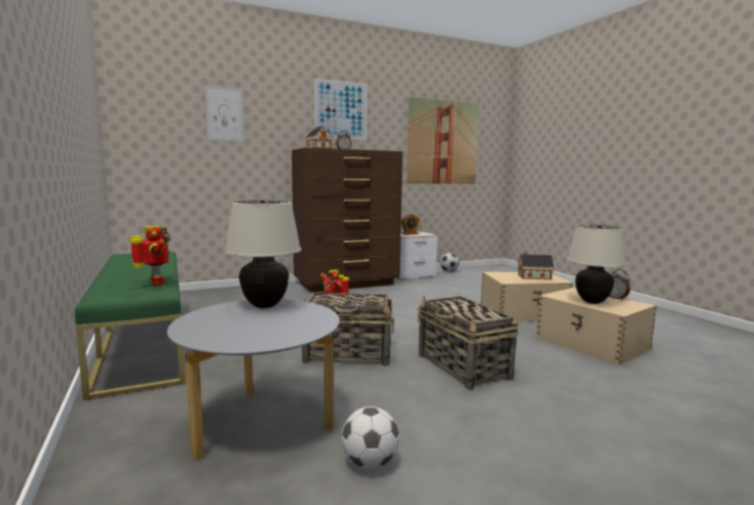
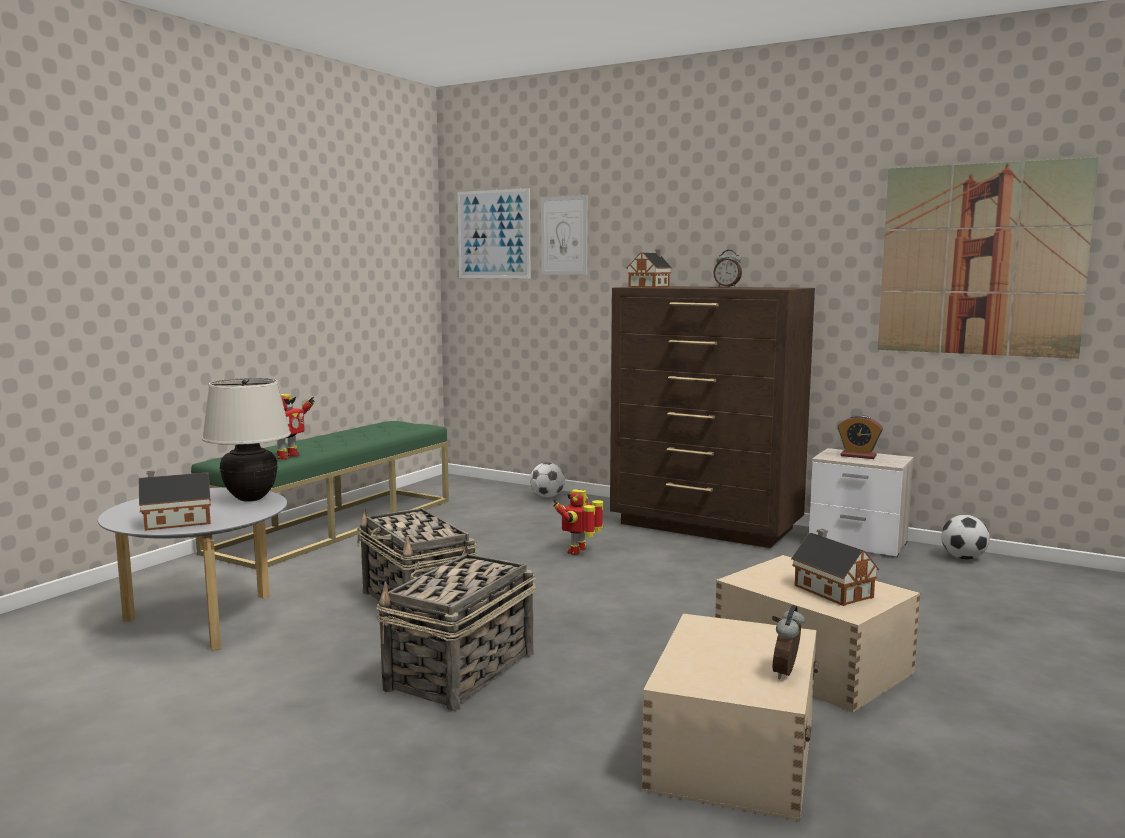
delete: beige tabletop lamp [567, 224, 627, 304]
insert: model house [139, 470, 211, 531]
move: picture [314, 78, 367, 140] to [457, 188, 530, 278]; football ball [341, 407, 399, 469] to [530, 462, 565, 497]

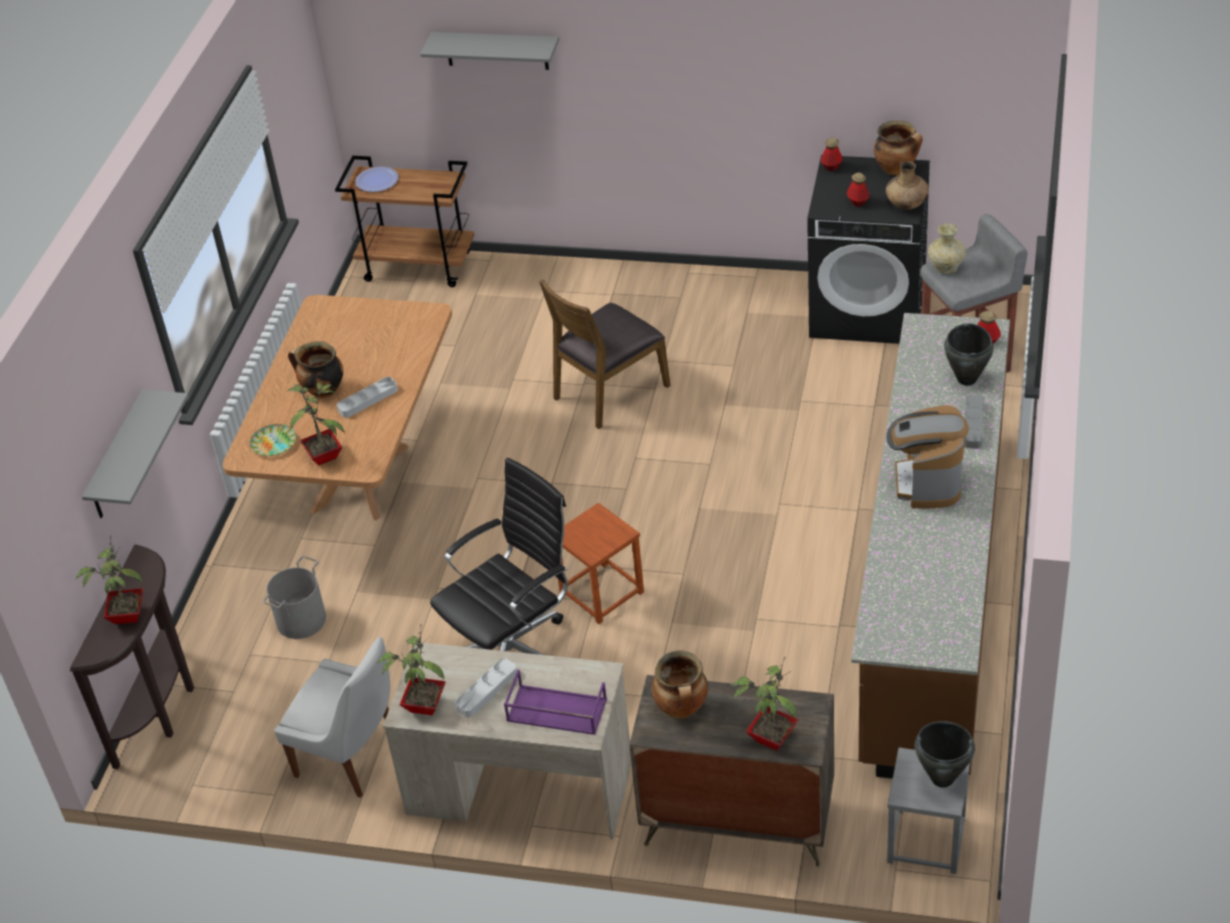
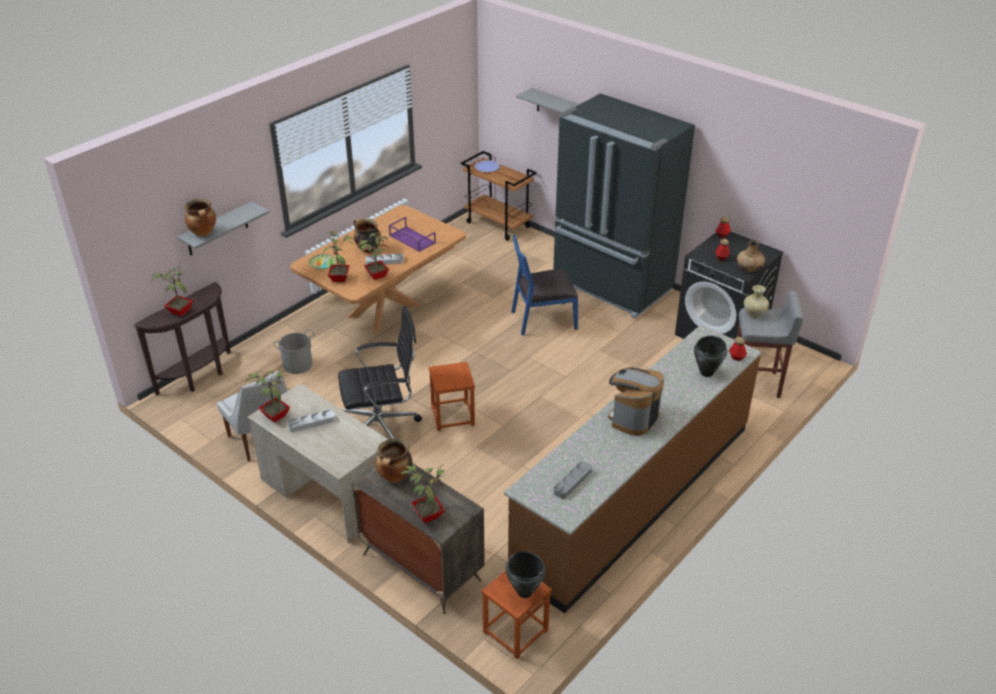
insert: blackish refrigerator [553, 93, 695, 318]; potted plant [357, 229, 390, 280]
move: cooking pot [874, 120, 923, 175] to [185, 198, 216, 236]; greyish serving tray [965, 395, 985, 449] to [554, 462, 592, 499]; purple serving tray [504, 670, 607, 735] to [389, 217, 436, 252]
recolor: brown chair [539, 279, 670, 429] to blue-coloured chair [511, 235, 578, 335]; greyish sitting stool [887, 747, 970, 874] to brown sitting stool [481, 571, 552, 659]

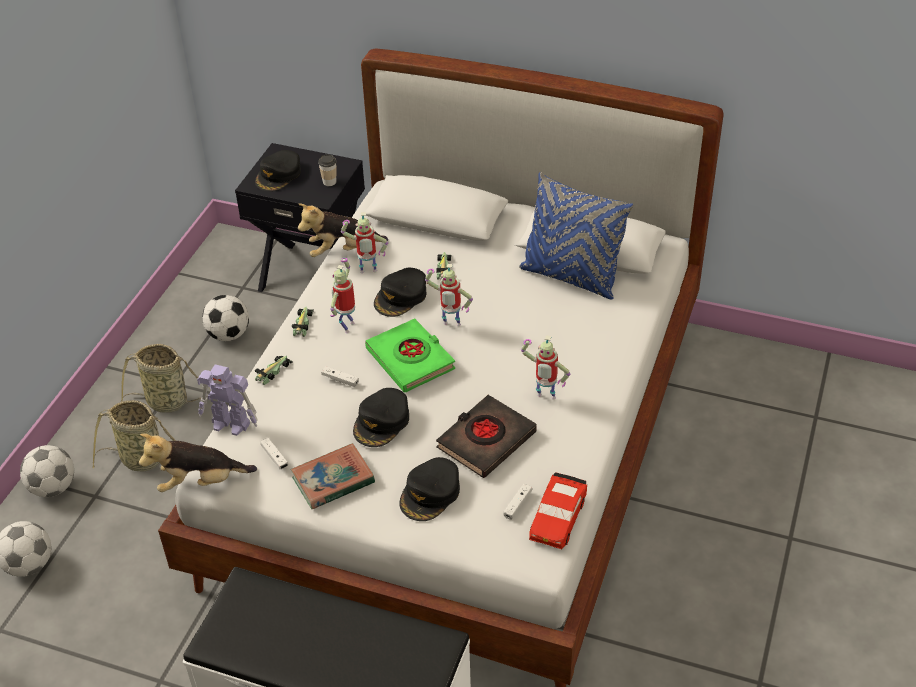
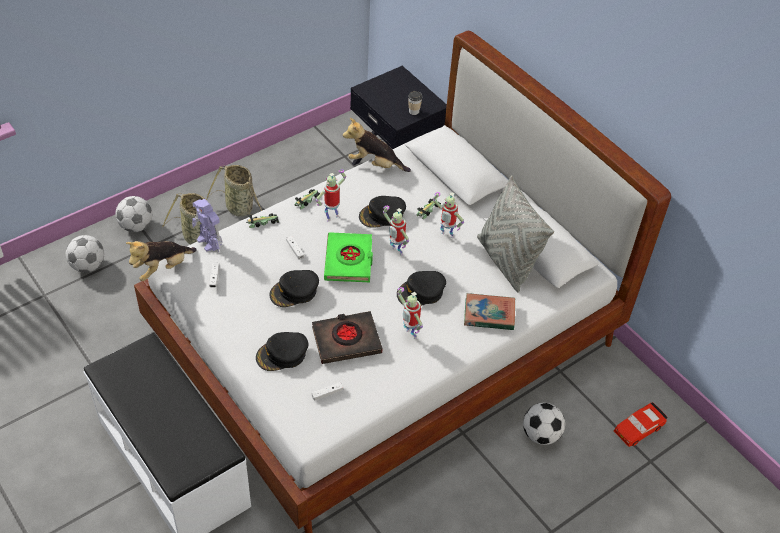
move: blackish peaked cap [255, 150, 301, 192] to [397, 271, 446, 306]; robot figure [341, 212, 388, 273] to [433, 192, 464, 238]; football ball [202, 295, 249, 341] to [523, 403, 565, 445]; book [291, 443, 375, 509] to [464, 293, 515, 330]; red miniature car [529, 472, 587, 549] to [614, 402, 668, 447]
recolor: blue-coloured throw pillow [519, 172, 634, 300] to greyish throw pillow [477, 175, 554, 293]
rotate: soft toy [139, 433, 257, 492] = [126, 241, 197, 281] 60 degrees counterclockwise

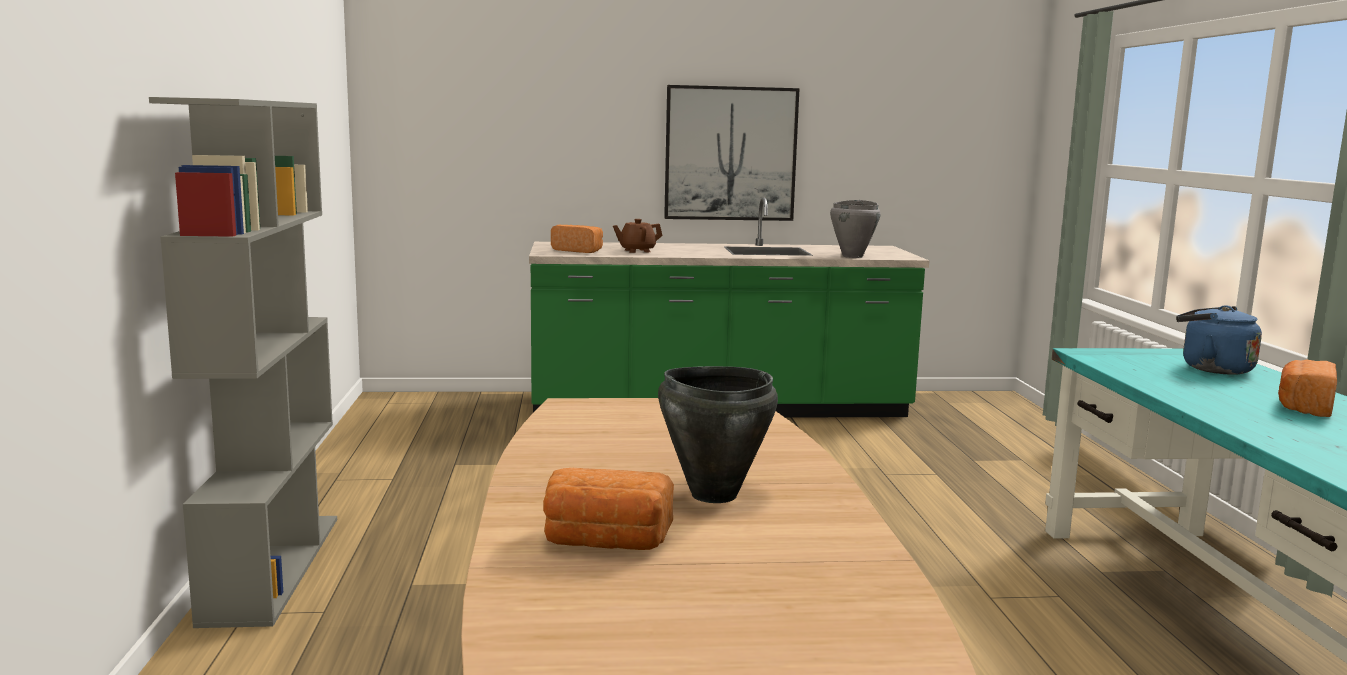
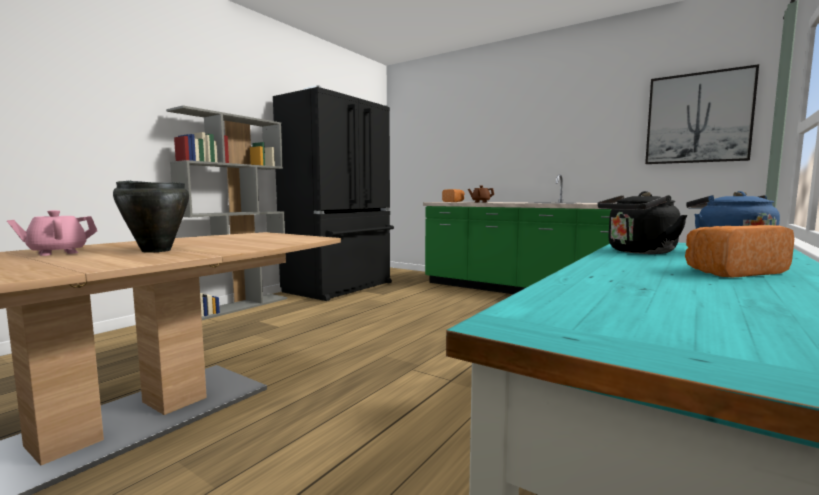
delete: greyish cooking pot [830, 200, 881, 258]
insert: blackish refrigerator [273, 85, 394, 301]; blackish water kettle [597, 191, 688, 254]
move: picture [664, 85, 800, 221] to [645, 64, 759, 164]
replace: baked bread [543, 468, 674, 550] to pinkish tea pot [7, 210, 97, 256]

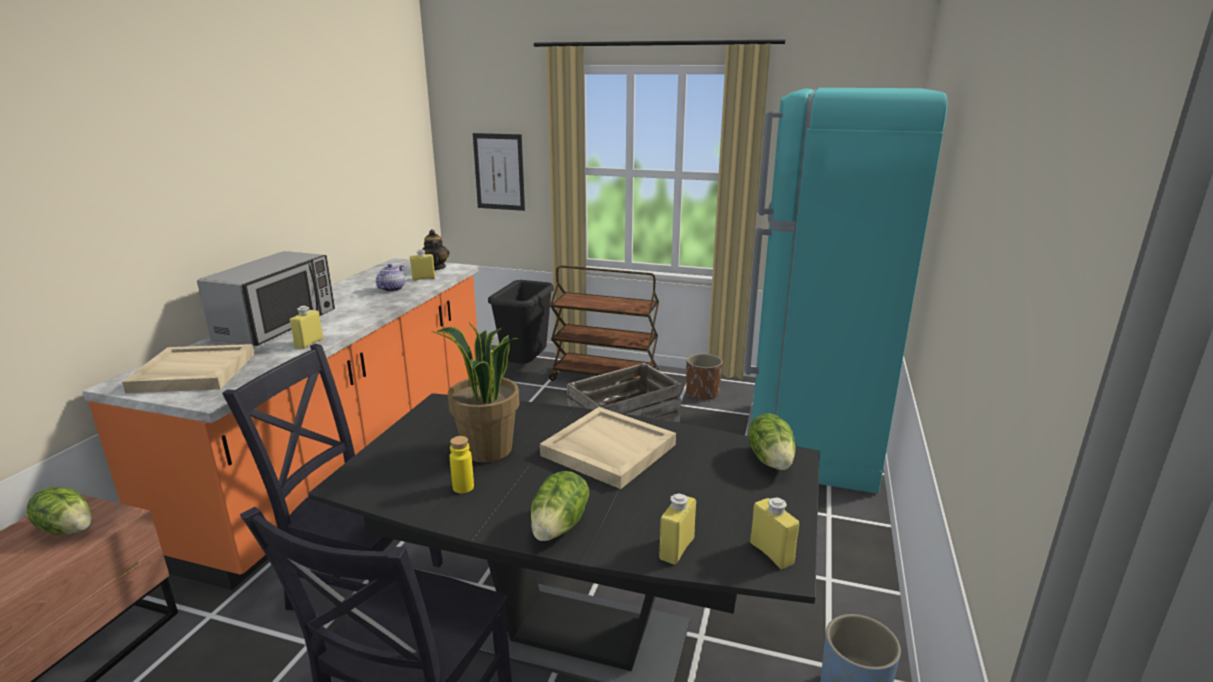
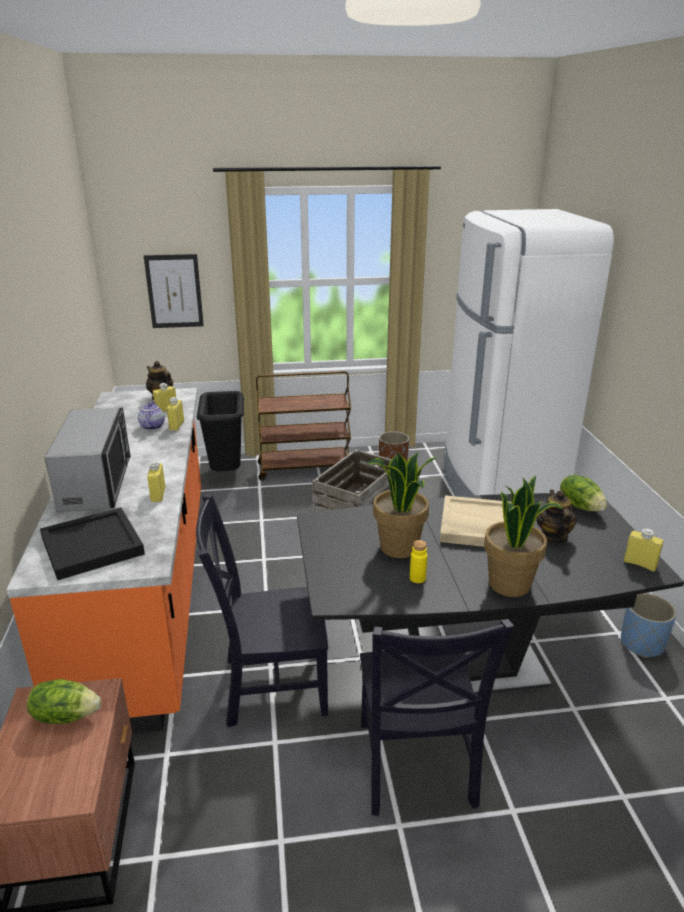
insert: tea pot [536, 490, 577, 543]
move: yellowish beverage bottle [659, 494, 696, 564] to [167, 397, 184, 431]
replace: head of lettuce [531, 471, 589, 541] to potted plant [484, 476, 563, 597]
recolor: turquoise-coloured refrigerator [744, 88, 947, 493] to white-coloured refrigerator [444, 209, 614, 497]; beige serving tray [122, 344, 255, 393] to blackish serving tray [40, 507, 145, 580]

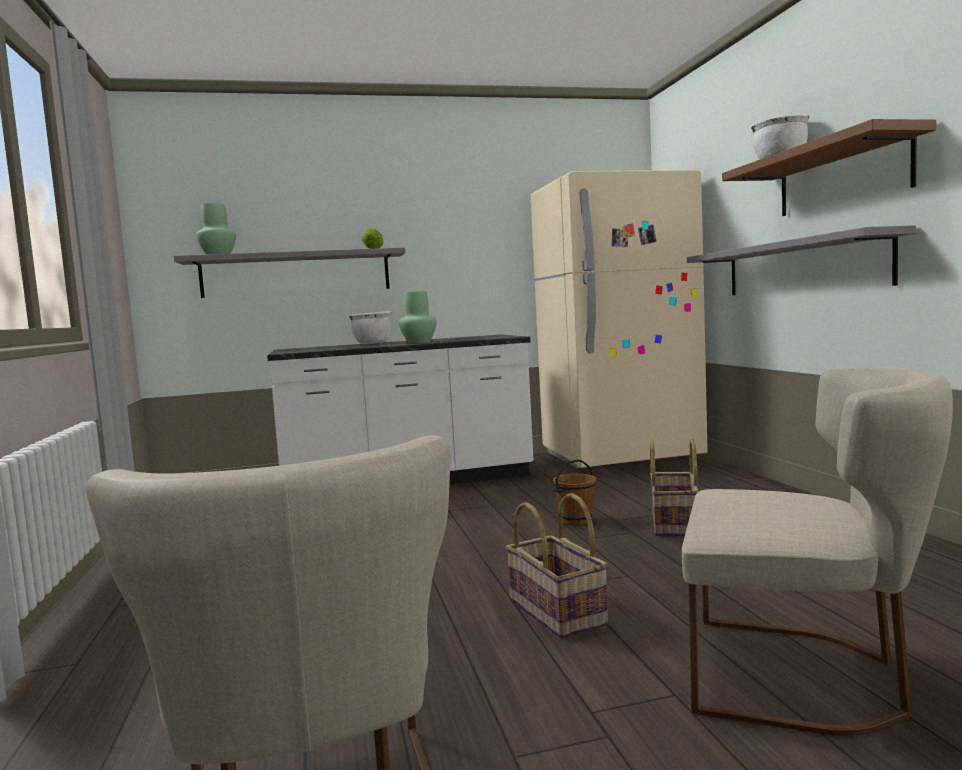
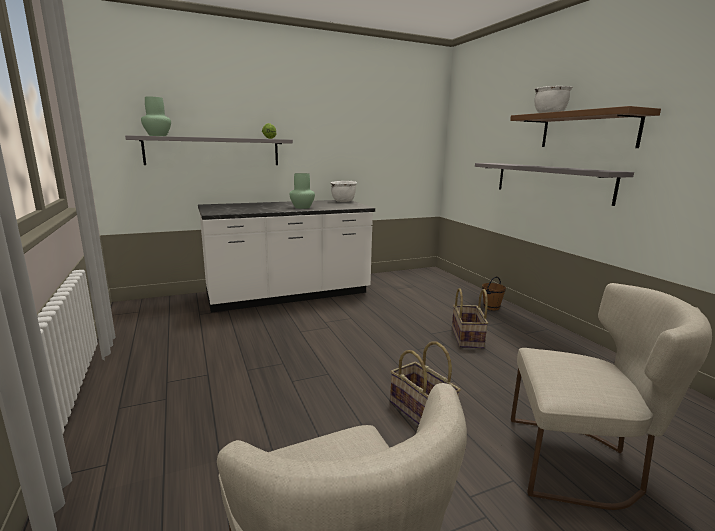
delete: beige refrigerator [531, 170, 708, 468]
move: white-coloured cooking pot [349, 311, 391, 344] to [331, 181, 357, 202]; brown water bucket [553, 459, 597, 525] to [482, 276, 506, 311]

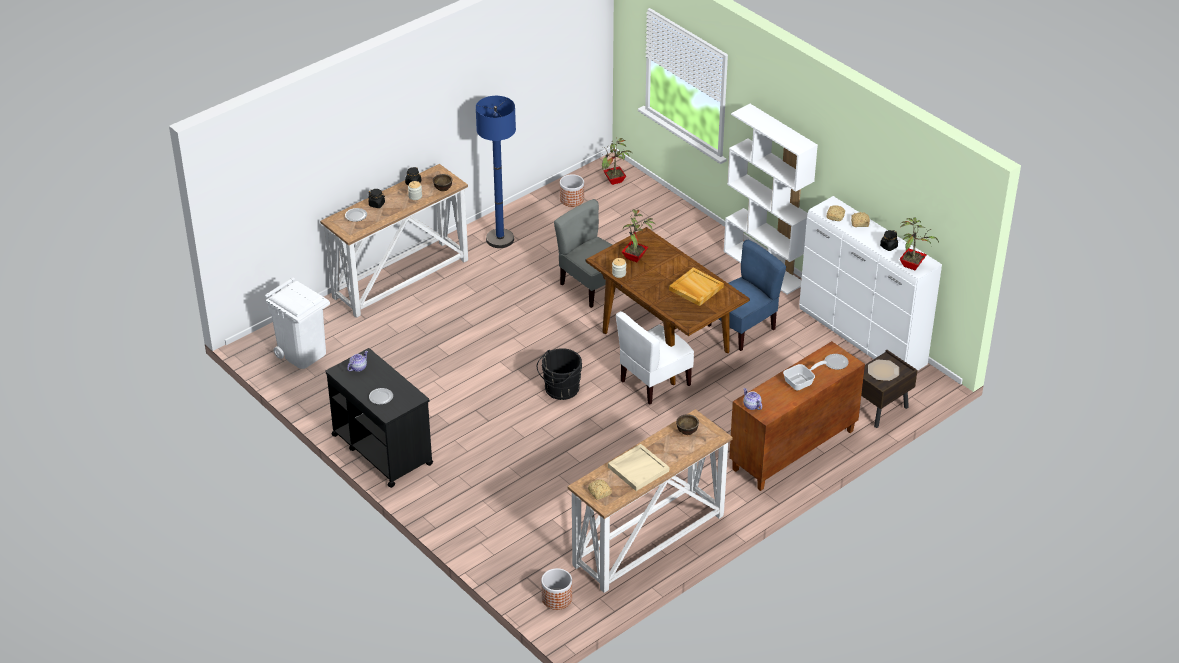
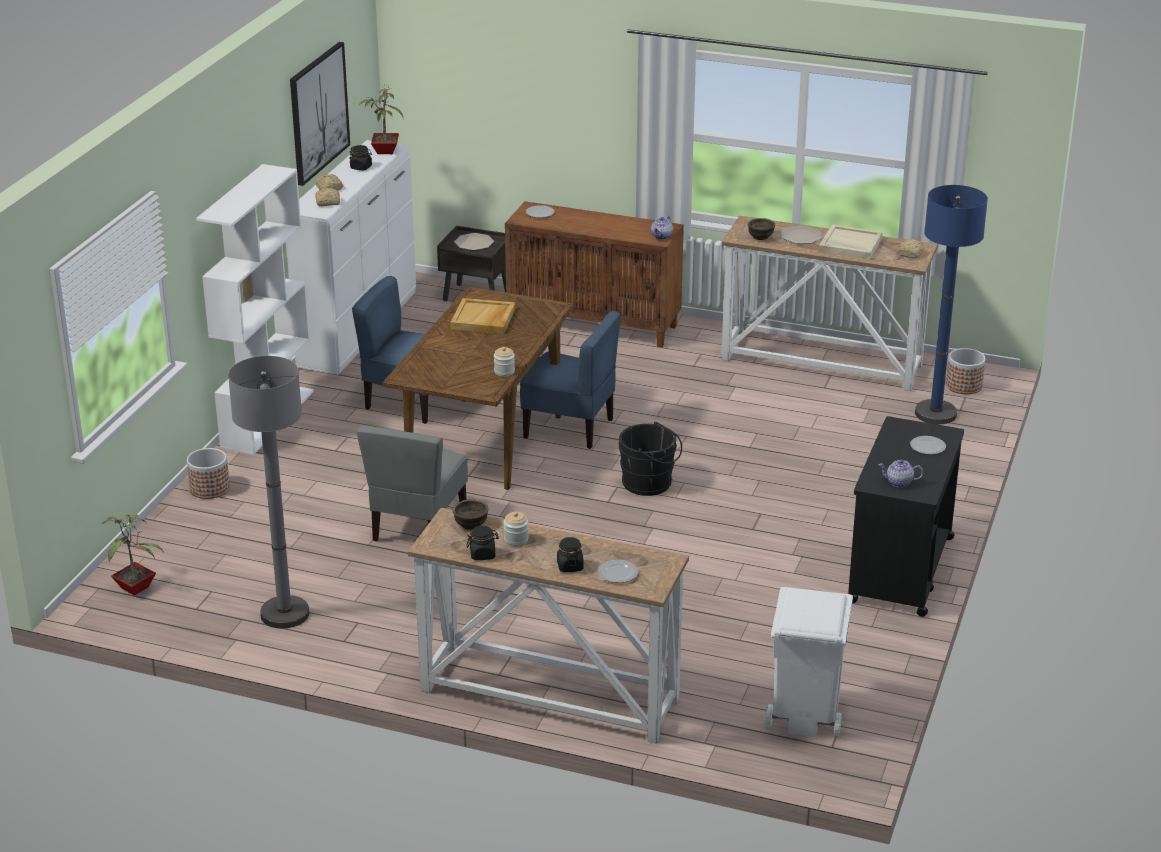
delete: potted plant [622, 209, 656, 262]; pan [783, 361, 827, 390]
insert: picture [290, 42, 350, 186]; dinner plate [781, 226, 822, 244]; greyish standard lamp [228, 356, 309, 629]
move: blue-coloured standard lamp [476, 96, 516, 248] to [915, 185, 988, 424]; planter [560, 174, 584, 207] to [187, 448, 230, 499]
recolor: white-coloured chair [616, 311, 694, 405] to blue-coloured chair [520, 311, 621, 449]

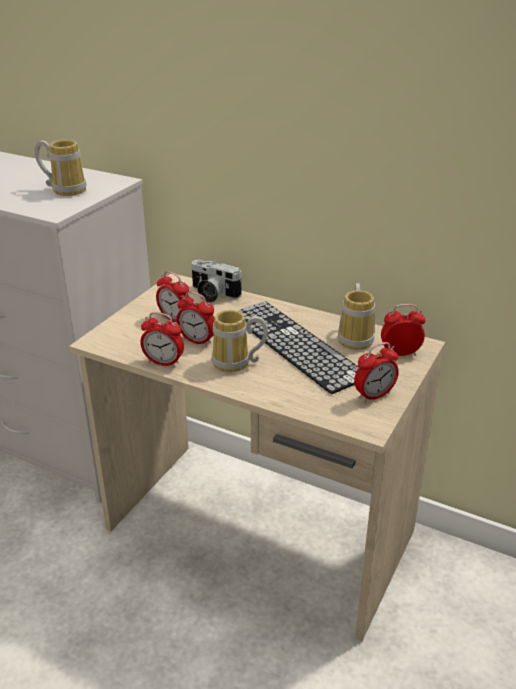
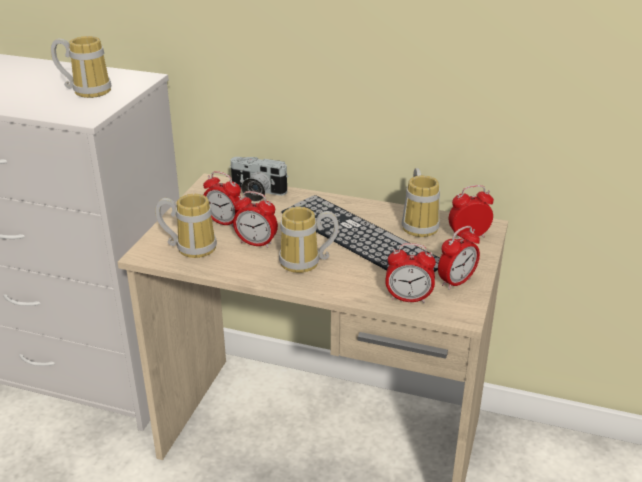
insert: mug [155, 194, 217, 258]
move: table clock [140, 312, 184, 367] to [385, 243, 436, 303]

